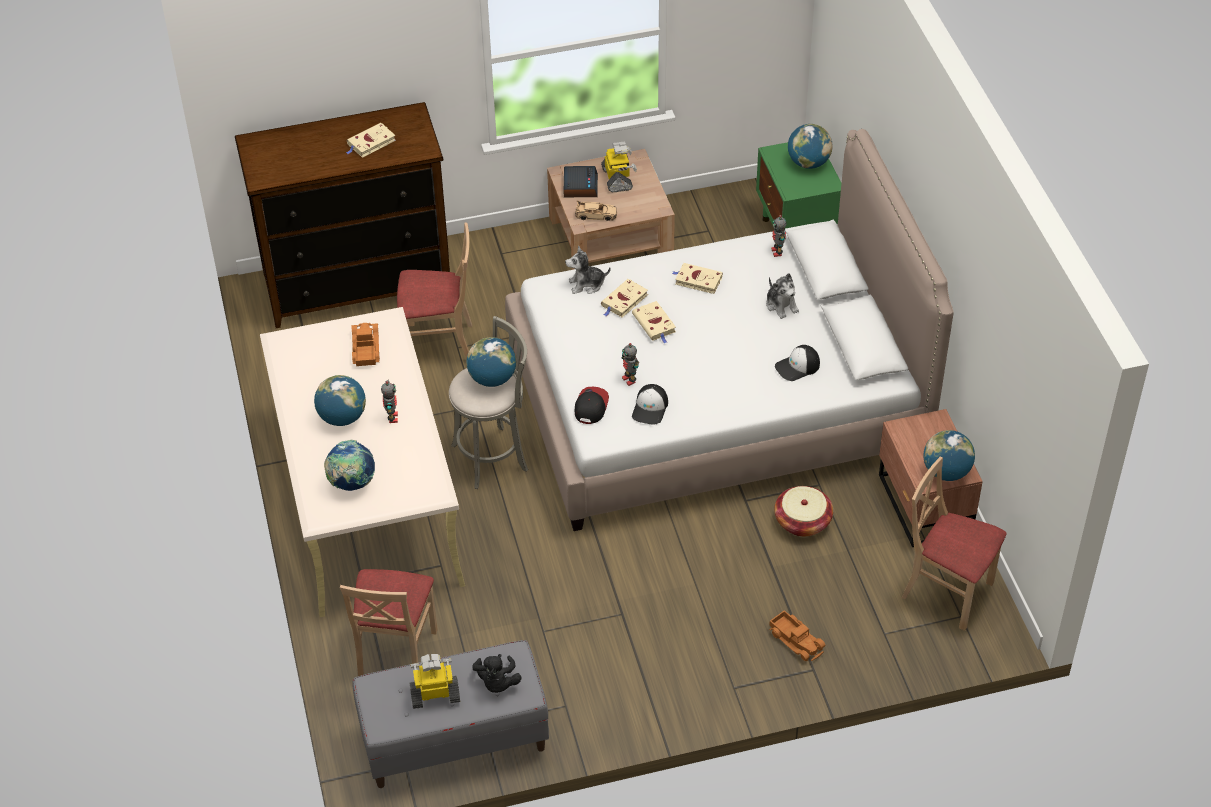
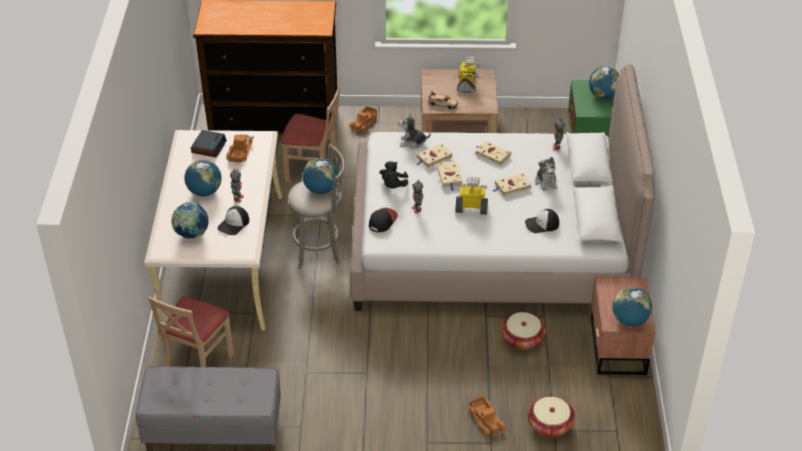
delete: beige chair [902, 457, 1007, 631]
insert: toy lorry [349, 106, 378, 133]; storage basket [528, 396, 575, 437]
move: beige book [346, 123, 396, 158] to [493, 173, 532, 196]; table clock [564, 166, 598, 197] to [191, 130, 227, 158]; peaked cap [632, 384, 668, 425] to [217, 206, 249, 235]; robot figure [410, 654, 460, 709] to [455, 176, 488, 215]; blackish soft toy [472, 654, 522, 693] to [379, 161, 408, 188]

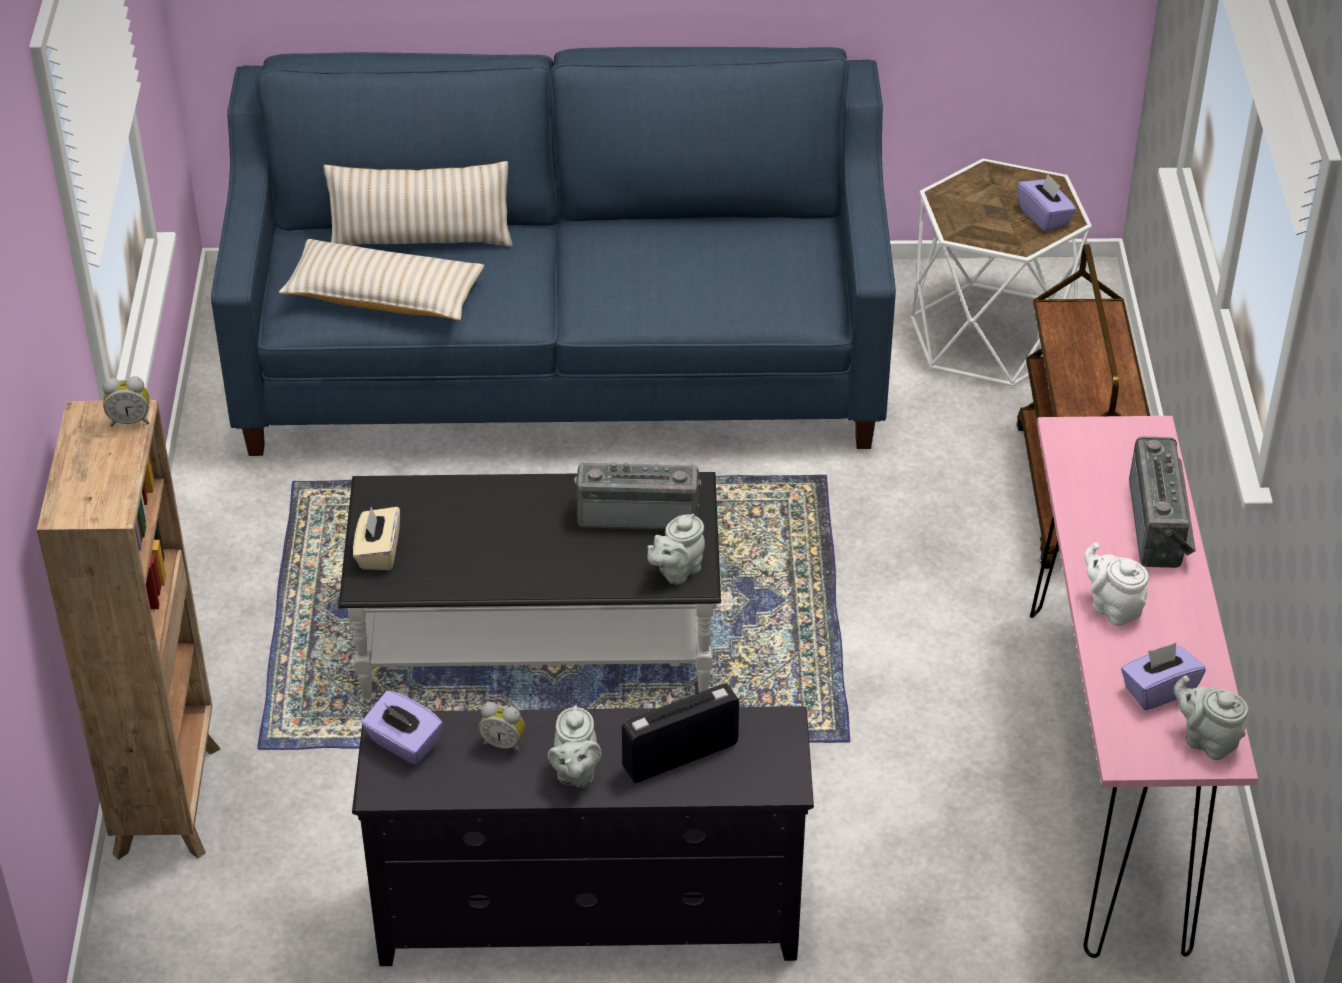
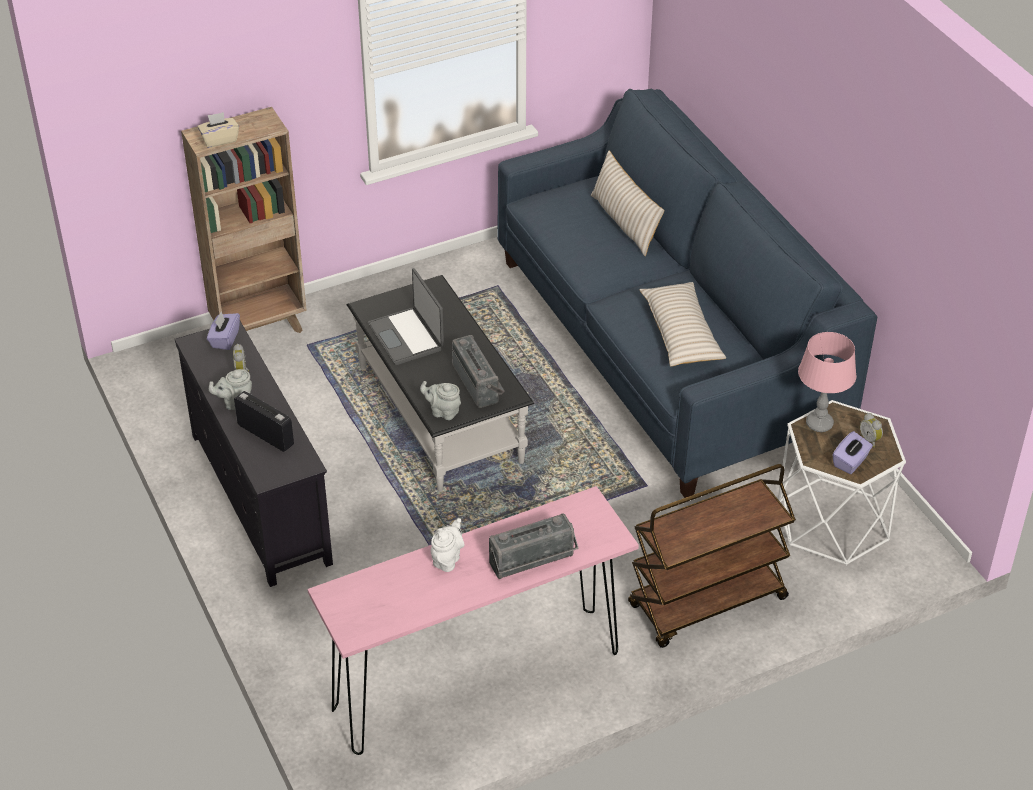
delete: purple tissue holder [1121, 643, 1206, 710]; greyish tea pot [1174, 675, 1249, 760]
insert: laptop [368, 268, 444, 365]; pinkish tabletop lamp [798, 332, 857, 432]
move: beige throw pillow [279, 239, 484, 320] to [639, 282, 726, 366]; table clock [103, 376, 149, 427] to [860, 413, 883, 447]; beige tissue holder [353, 507, 400, 570] to [197, 112, 239, 148]

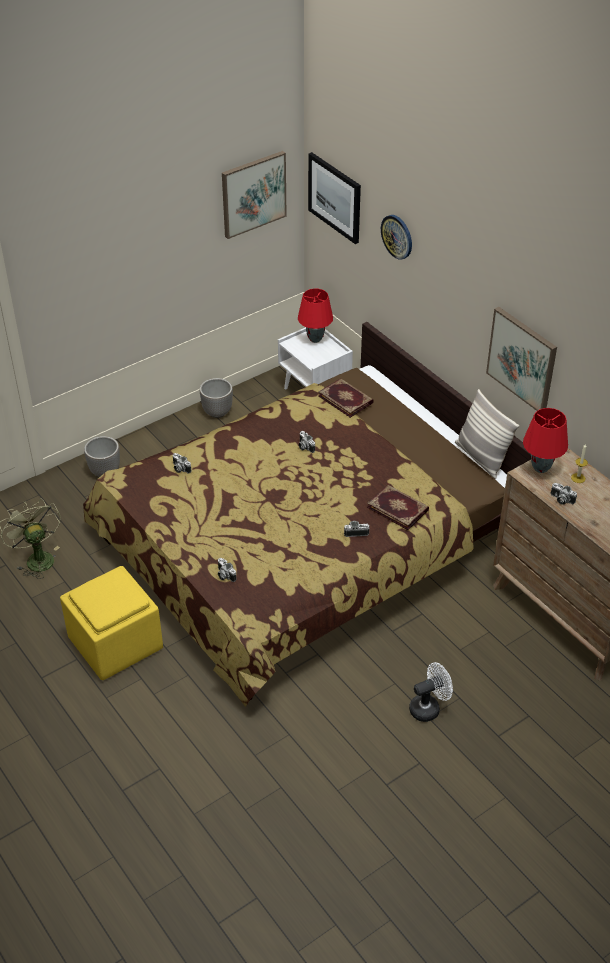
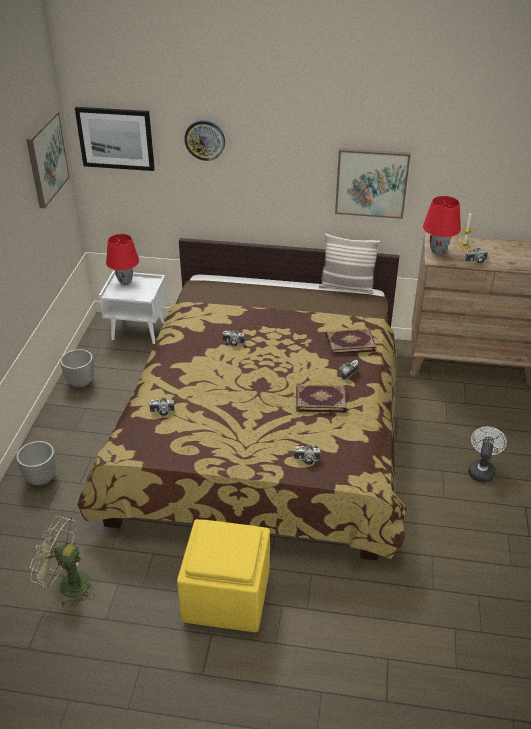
move: book [318, 378, 374, 418] to [296, 385, 347, 413]

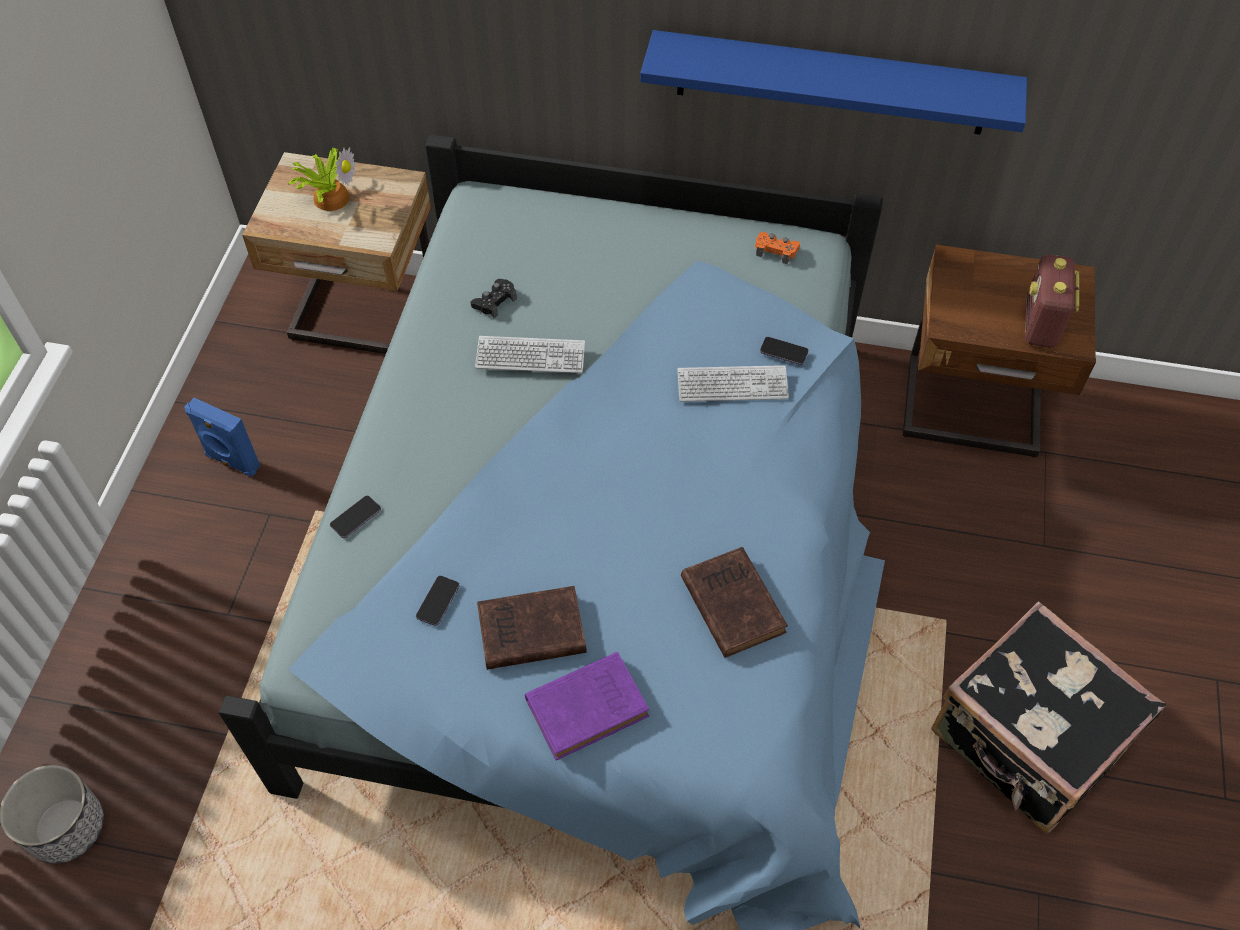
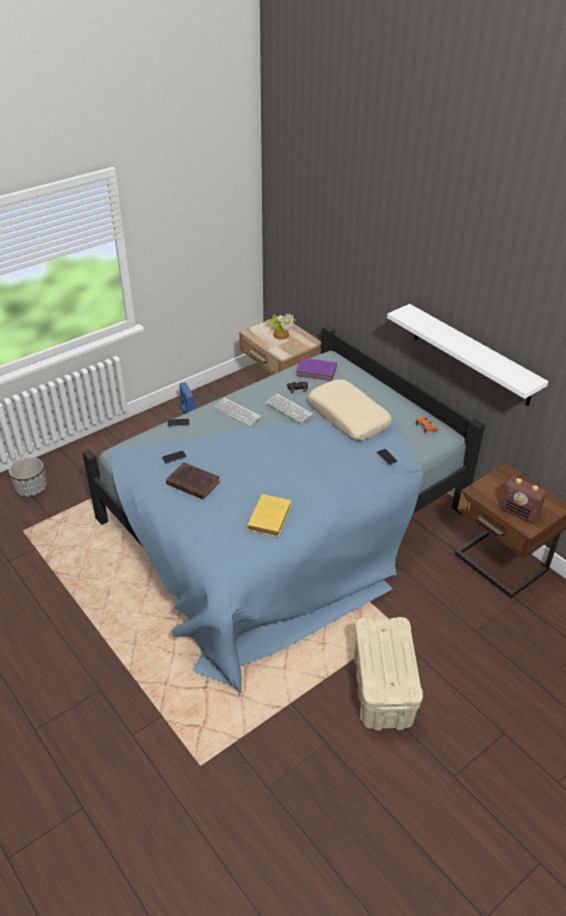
insert: beige throw pillow [308, 379, 392, 440]
move: PC keyboard [677, 365, 789, 402] to [214, 398, 262, 426]; purple book [525, 652, 649, 760] to [296, 357, 337, 381]
replace: blackish piece of luggage [931, 601, 1166, 834] to beige storage box [354, 617, 423, 731]
recolor: blue-coloured shelf [640, 30, 1027, 135] to white-coloured shelf [387, 304, 549, 406]; brown book [681, 547, 788, 658] to yellowish book [247, 494, 292, 537]
rotate: radio receiver [1025, 255, 1079, 348] = [501, 477, 546, 523] 105 degrees counterclockwise

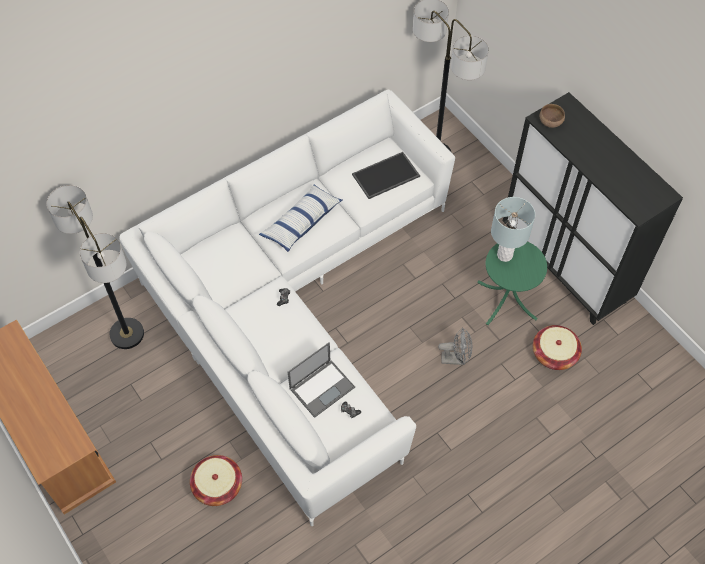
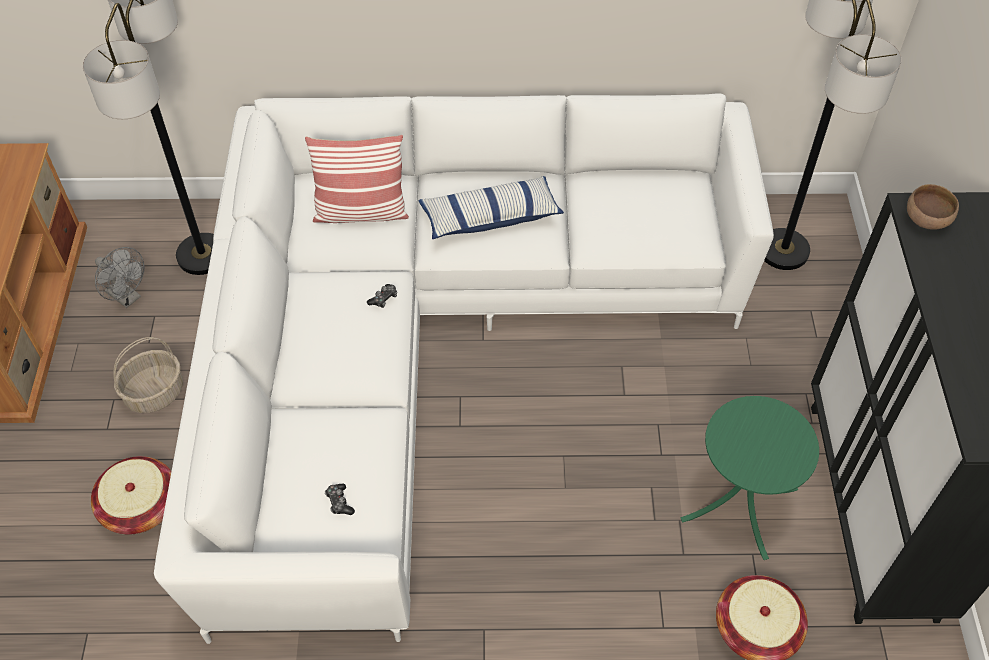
delete: serving tray [352, 152, 420, 199]; greyish tabletop lamp [491, 197, 535, 262]; laptop [288, 342, 355, 418]
insert: throw pillow [305, 135, 409, 223]; storage basket [113, 337, 183, 413]
move: greyish cooling fan [438, 327, 472, 365] to [95, 247, 144, 308]

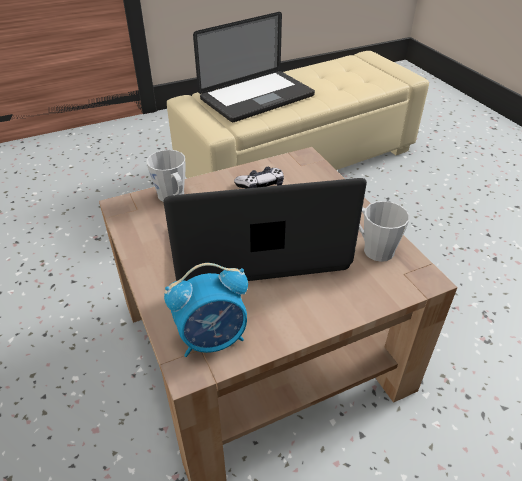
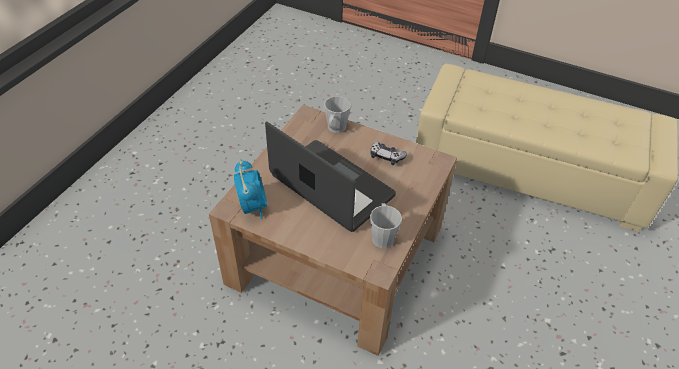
delete: laptop [193, 12, 315, 122]
rotate: table clock [164, 263, 248, 357] = [234, 159, 267, 219] 135 degrees counterclockwise

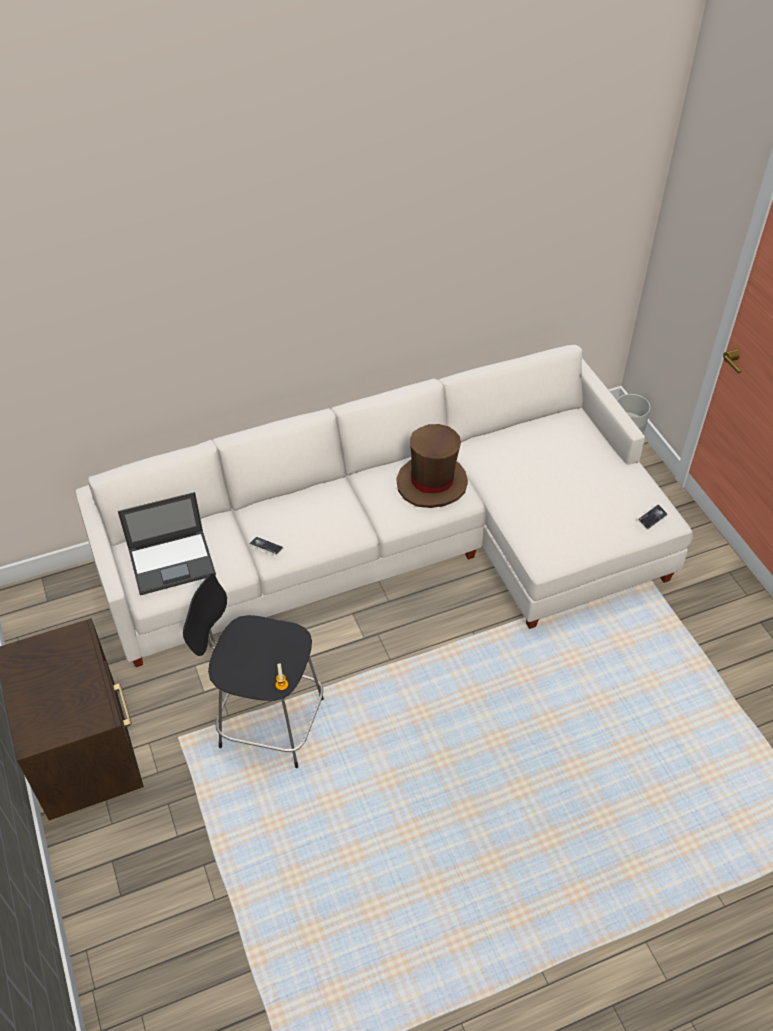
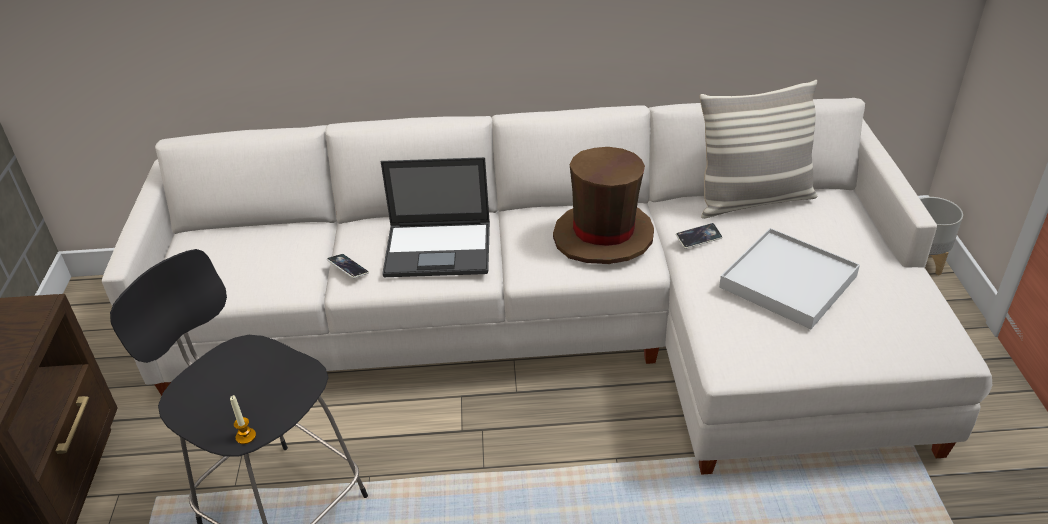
insert: throw pillow [699, 80, 817, 219]; white-coloured serving tray [719, 228, 860, 329]
move: laptop [118, 492, 216, 595] to [381, 157, 490, 277]; phone [638, 505, 668, 530] to [676, 223, 722, 249]

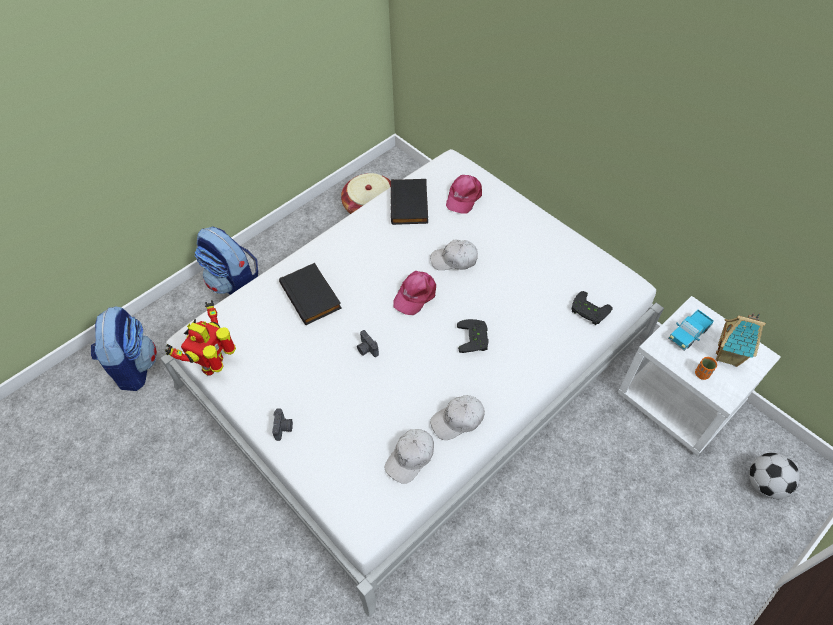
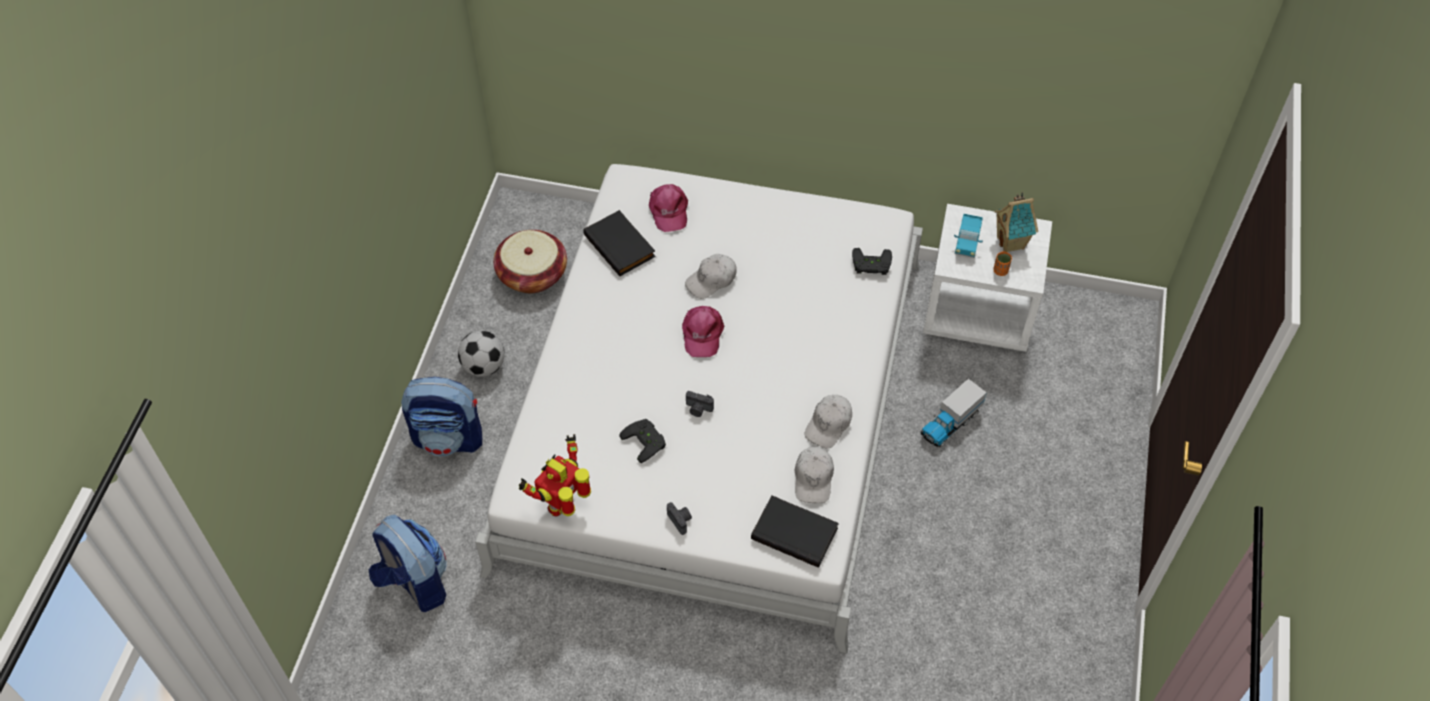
insert: toy lorry [921, 379, 987, 447]
move: blackish book [279, 263, 342, 325] to [751, 495, 839, 568]; blackish game controller [457, 319, 489, 353] to [619, 419, 666, 463]; football ball [749, 453, 800, 499] to [458, 330, 505, 377]
rotate: robot figure [165, 300, 236, 376] = [519, 434, 591, 516] 45 degrees clockwise

